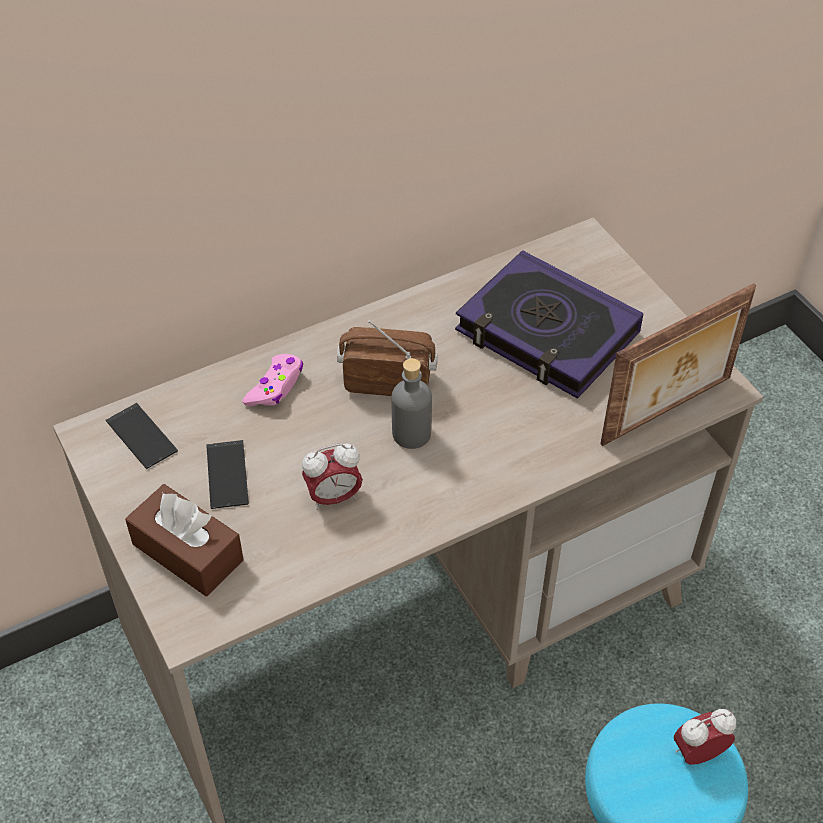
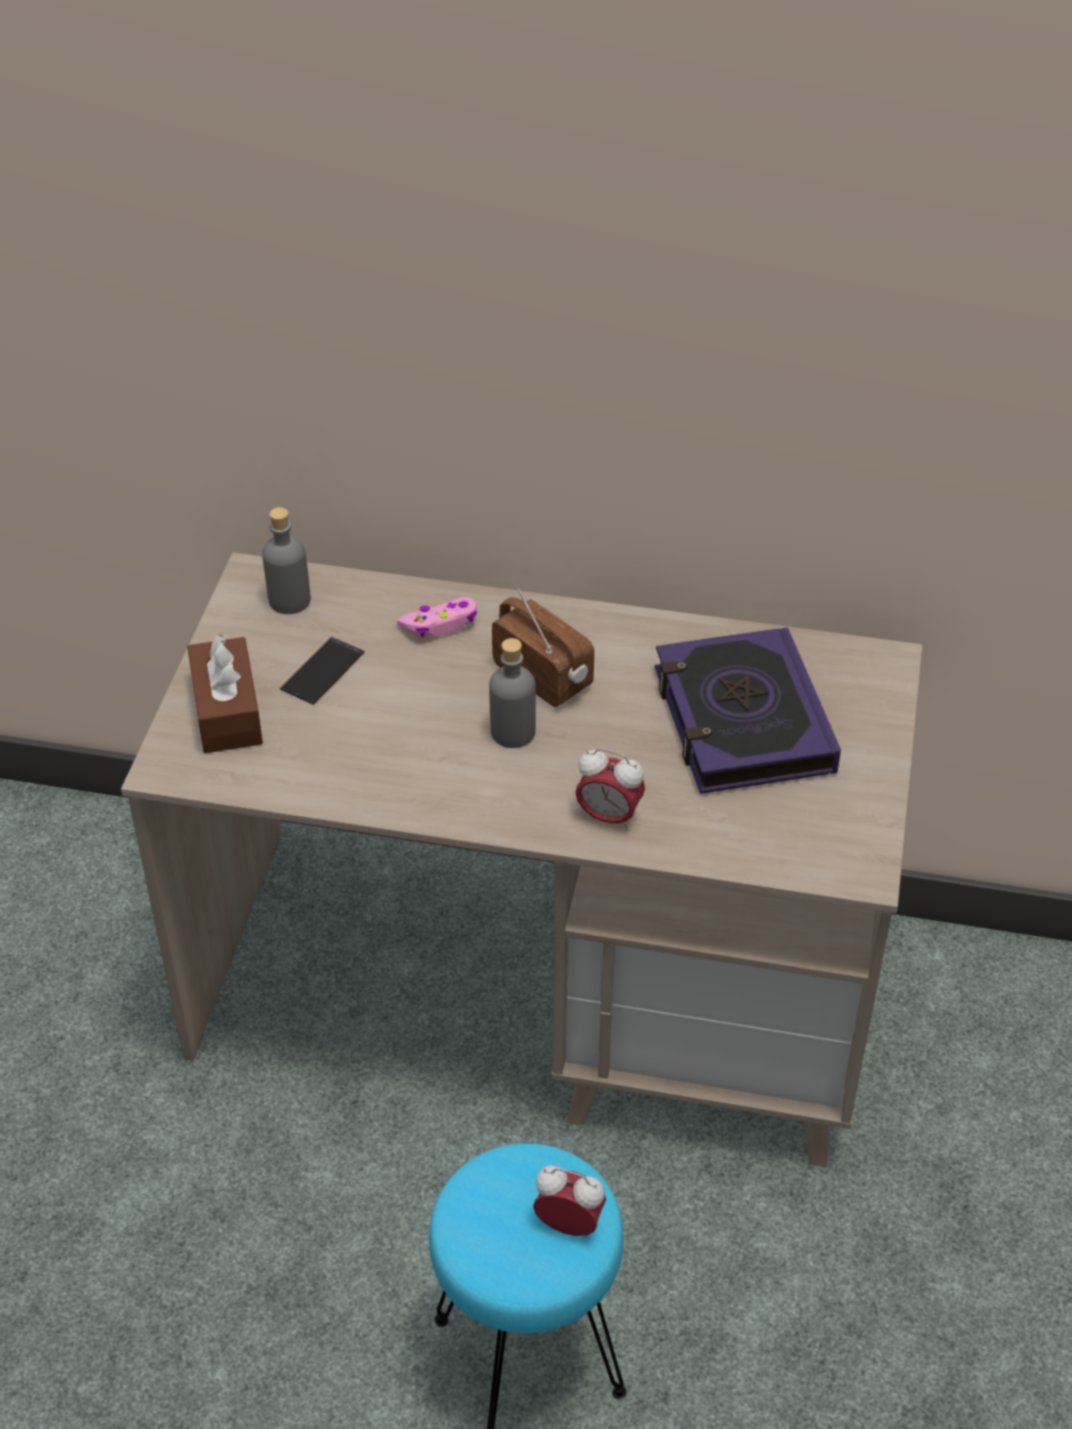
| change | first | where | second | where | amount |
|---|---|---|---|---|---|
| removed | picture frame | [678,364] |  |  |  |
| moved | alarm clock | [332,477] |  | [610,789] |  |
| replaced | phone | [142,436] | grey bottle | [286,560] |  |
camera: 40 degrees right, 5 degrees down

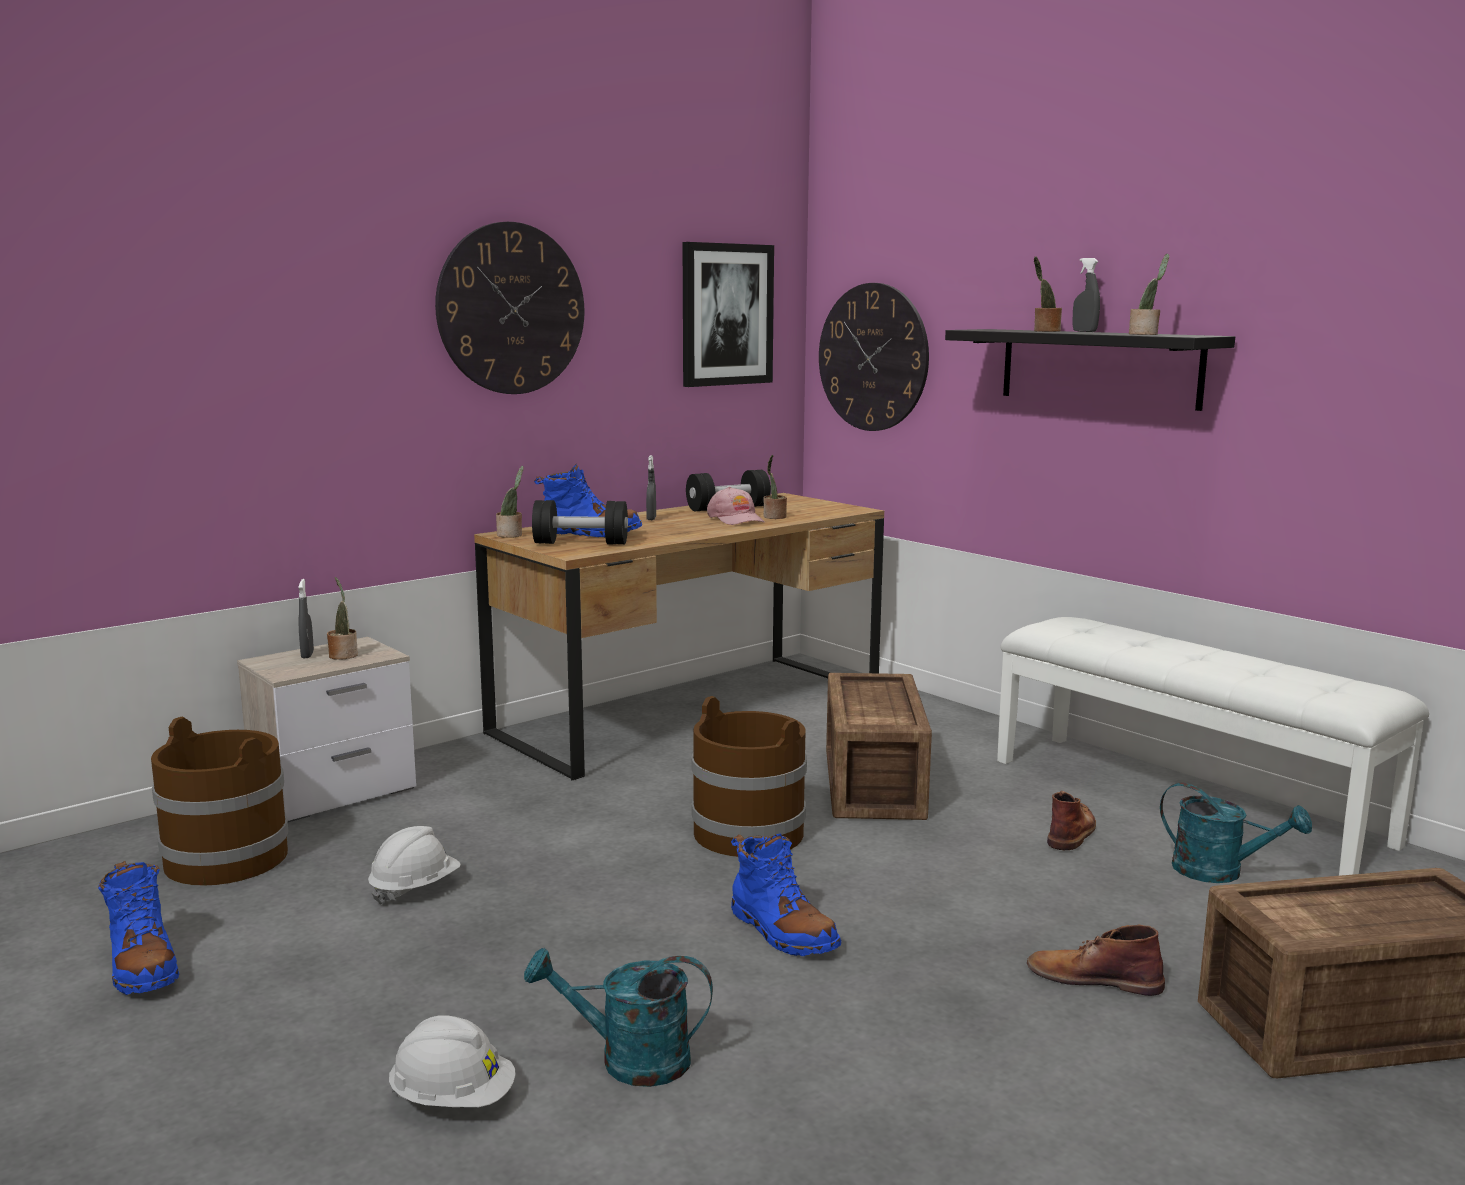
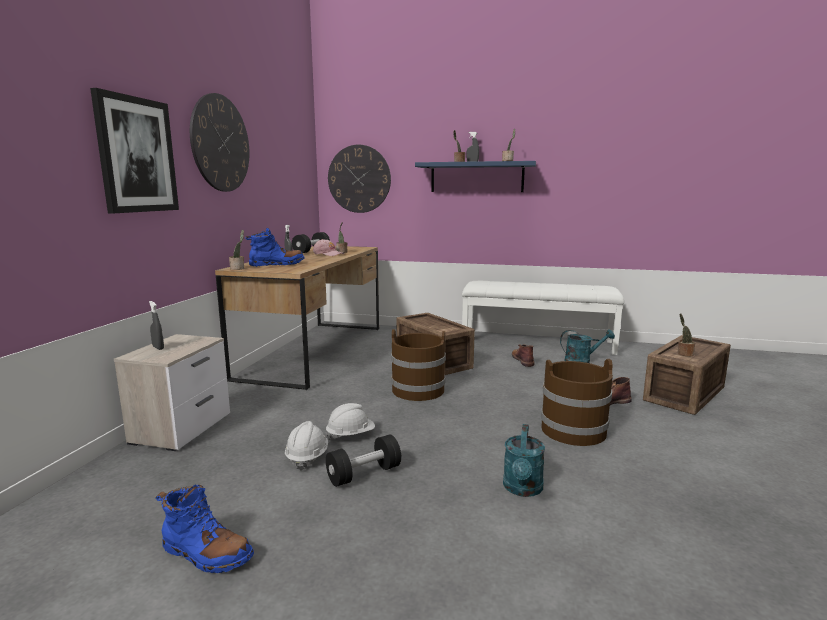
| change | first | where | second | where | amount |
|---|---|---|---|---|---|
| removed | blue boot | [786,894] |  |  |  |
| moved | brown bucket | [219,801] |  | [577,402] |  |
| moved | potted plant | [342,618] |  | [686,335] |  |
| moved | white hard hat | [452,1061] |  | [350,421] |  |
| moved | black dumbbell | [580,522] |  | [363,460] |  |
| moved | picture | [728,314] |  | [134,150] |  |
| recoloured | black shelf | [1090,370] | blue shelf | [475,176] |  |
| turned | turquoise watering can | [618,1017] |  | [524,460] | 45 degrees counterclockwise |
camera: 35 degrees left, 0 degrees up

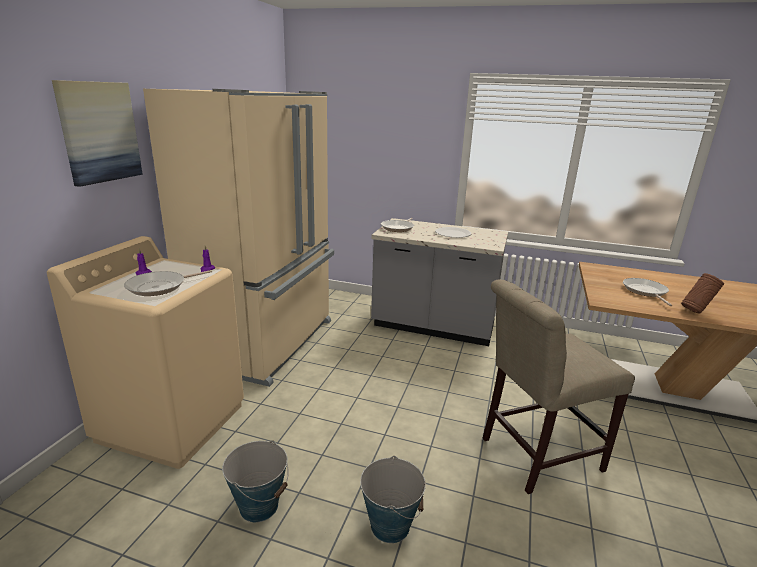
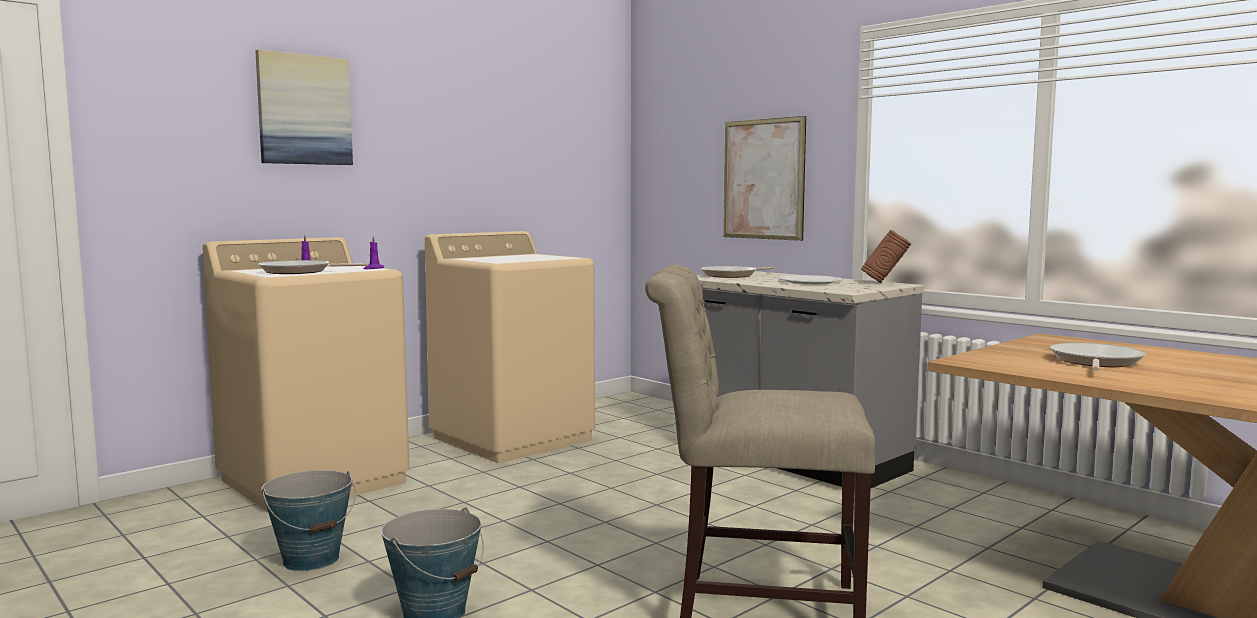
| change | first | where | second | where | amount |
|---|---|---|---|---|---|
| added |  |  | picture | [765,178] |  |
| moved | brown vase | [702,293] |  | [886,256] |  |
| replaced | beige fridge | [238,238] | beige washing machine | [510,347] |  |
camera: 30 degrees right, 15 degrees down

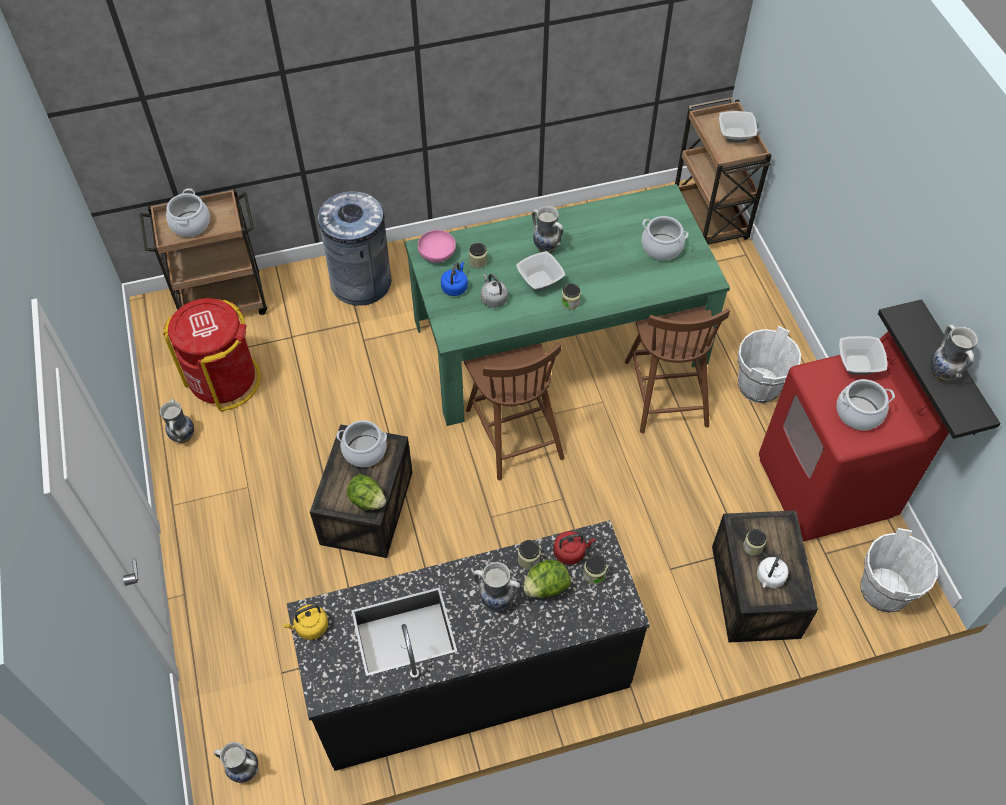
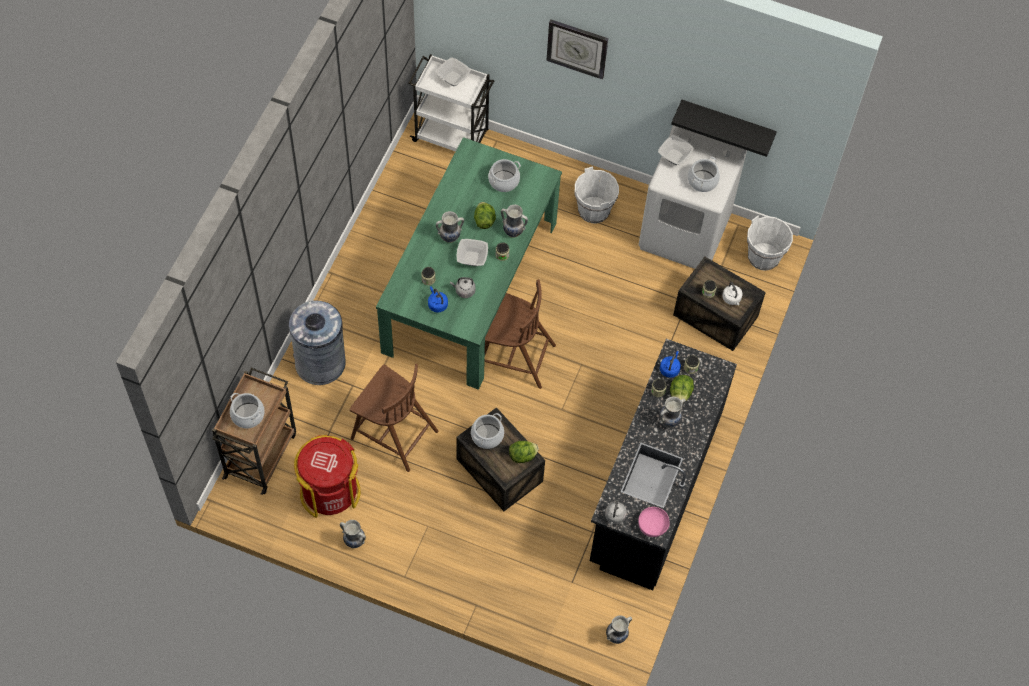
| change | first | where | second | where | amount |
|---|---|---|---|---|---|
| added |  |  | lettuce | [485,215] |  |
| added |  |  | wall clock | [577,49] |  |
| moved | pink bowl | [437,246] |  | [654,522] |  |
| moved | brown chair | [677,369] |  | [394,418] |  |
| moved | vase | [954,353] |  | [514,221] |  |
| recoloured | yellow kettle | [305,622] | grey kettle | [616,512] |  |
| recoloured | red kettle | [574,548] | blue kettle | [670,364] |  |
| recoloured | brown cart | [723,171] | white cart | [451,103] |  |
| recoloured | red washing machine | [854,437] | white washing machine | [693,197] |  |
camera: 55 degrees left, 5 degrees up

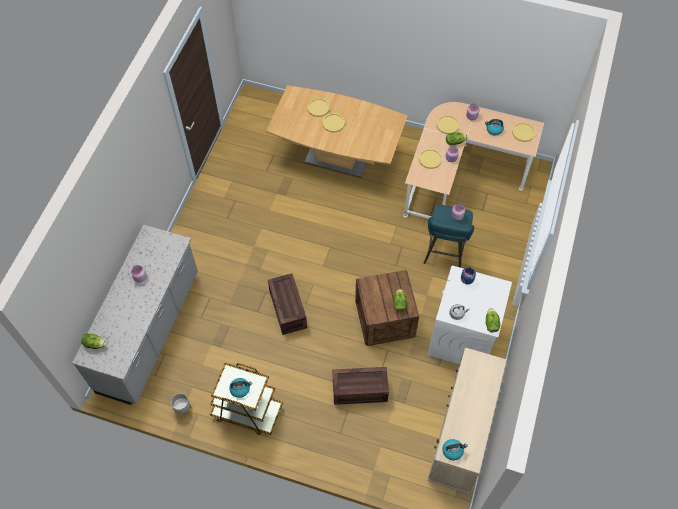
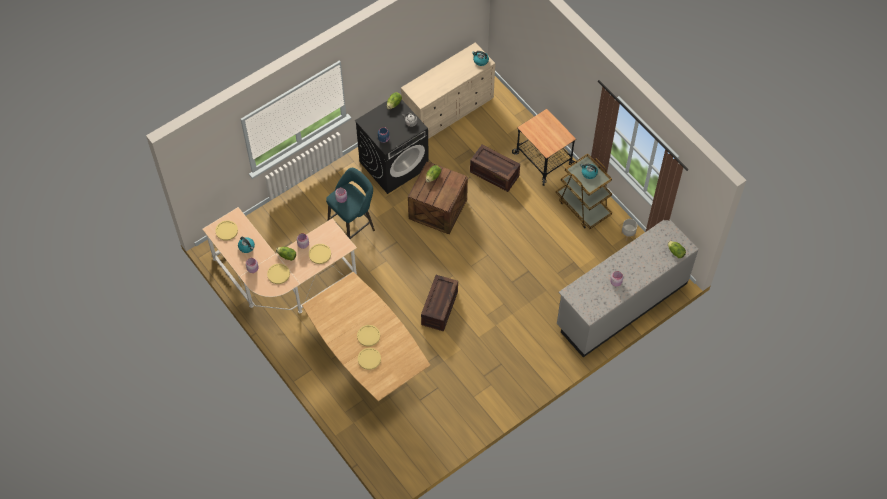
| change | first | where | second | where | amount |
|---|---|---|---|---|---|
| added |  |  | cart | [544,147] |  |
| moved | crate | [287,304] |  | [439,303] |  |
| recoloured | white washing machine | [469,314] | black washing machine | [392,147] |  |
camera: 145 degrees left, 0 degrees up

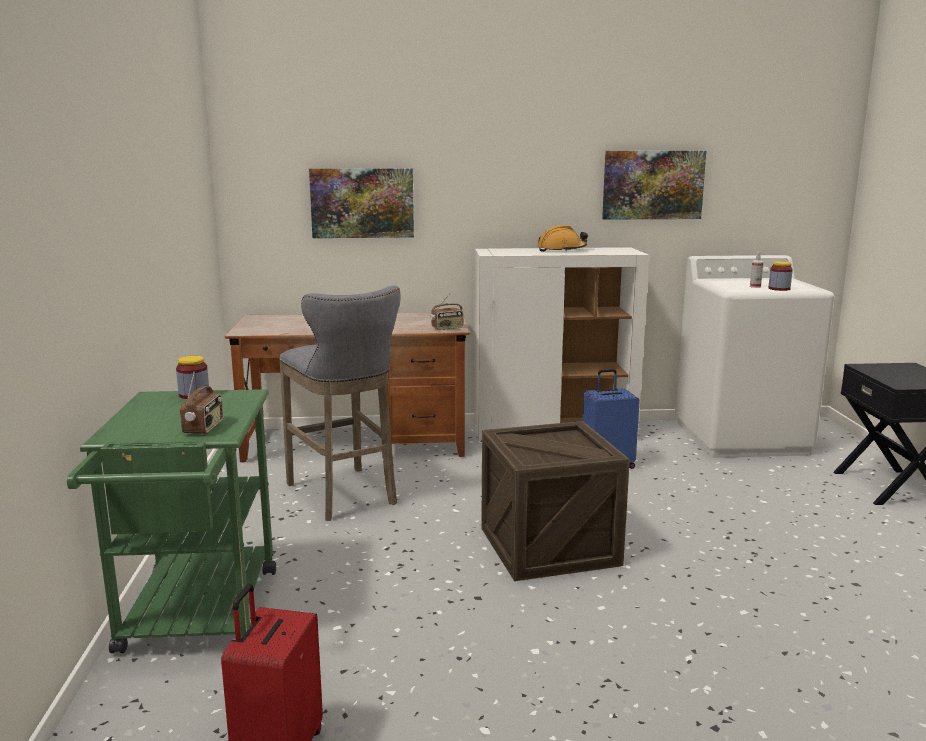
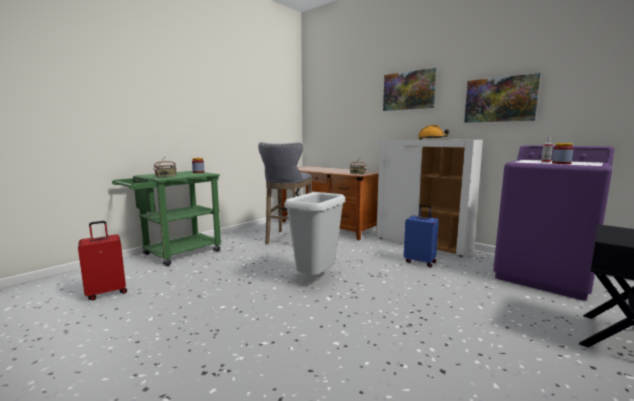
| change | first | where | second | where | amount |
|---|---|---|---|---|---|
| moved | picture | [361,203] |  | [410,89] |  |
| replaced | crate | [555,501] | grey trash can | [314,233] |  |
| recoloured | white washing machine | [755,356] | purple washing machine | [554,223] |  |
camera: 45 degrees right, 5 degrees down

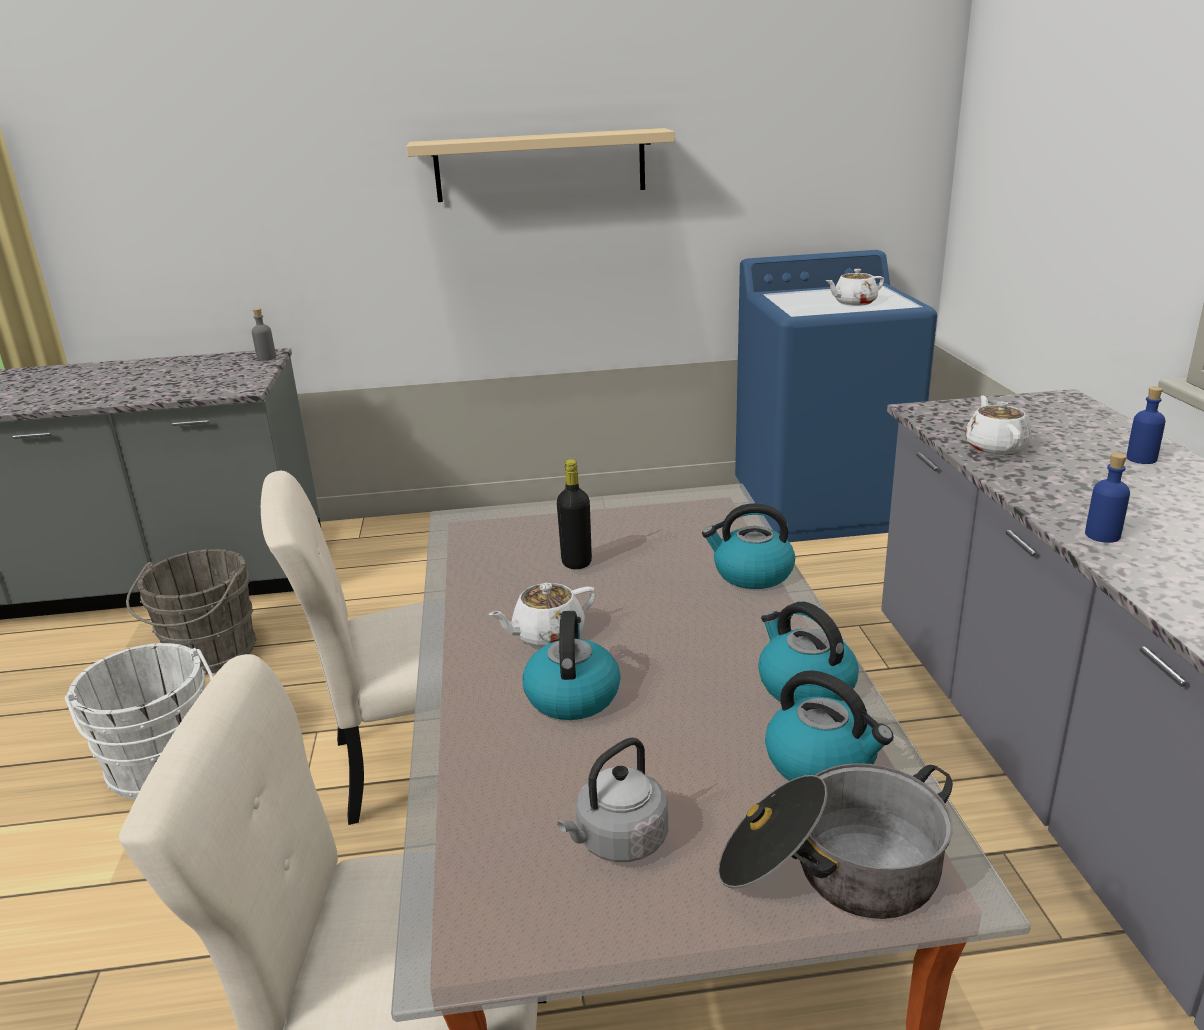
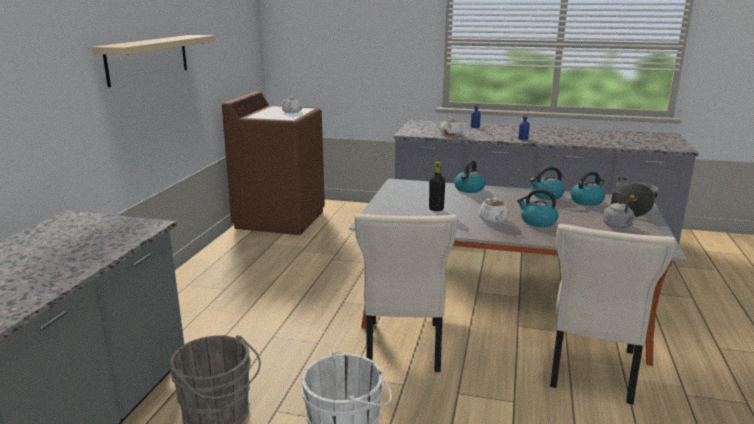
| change | first | where | second | where | amount |
|---|---|---|---|---|---|
| removed | grey bottle | [264,334] |  |  |  |
| recoloured | blue washing machine | [836,396] | brown washing machine | [273,163] |  |
camera: 70 degrees left, 5 degrees down

